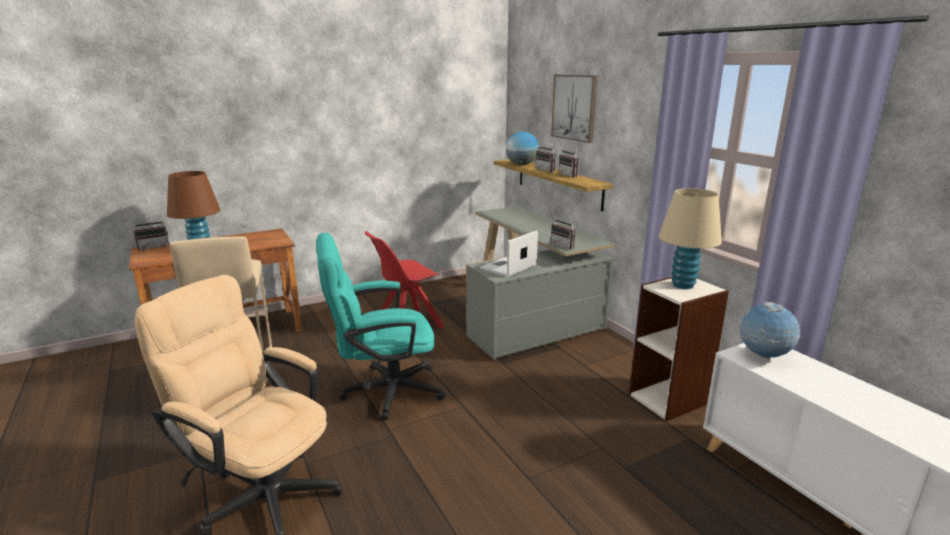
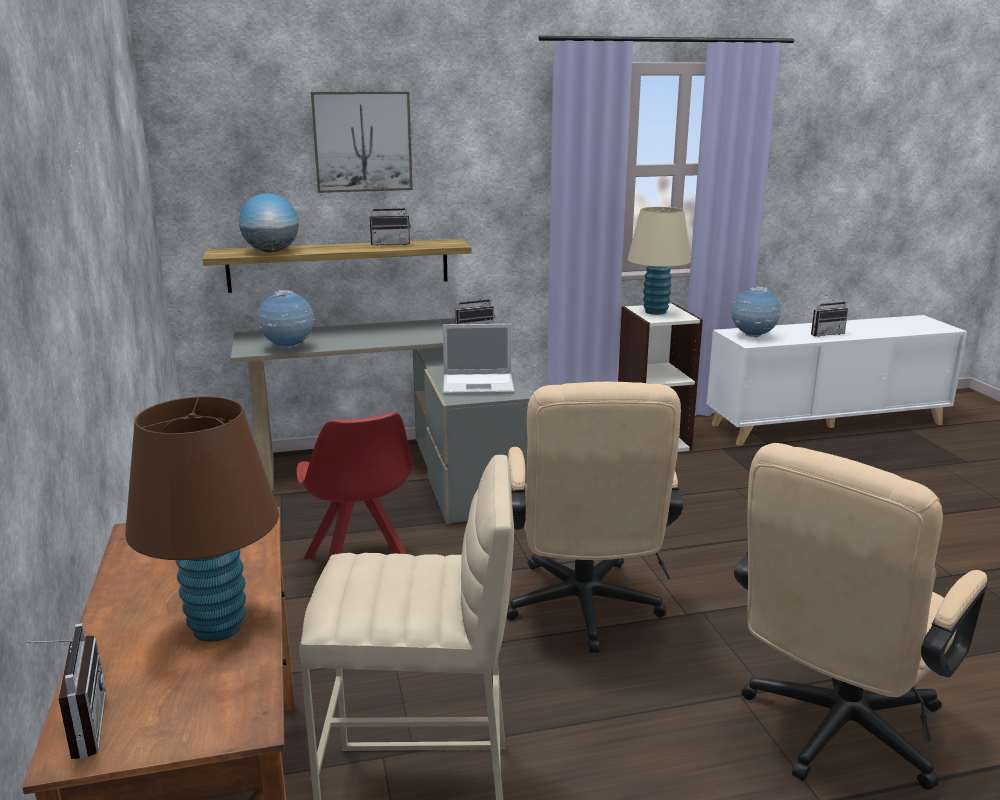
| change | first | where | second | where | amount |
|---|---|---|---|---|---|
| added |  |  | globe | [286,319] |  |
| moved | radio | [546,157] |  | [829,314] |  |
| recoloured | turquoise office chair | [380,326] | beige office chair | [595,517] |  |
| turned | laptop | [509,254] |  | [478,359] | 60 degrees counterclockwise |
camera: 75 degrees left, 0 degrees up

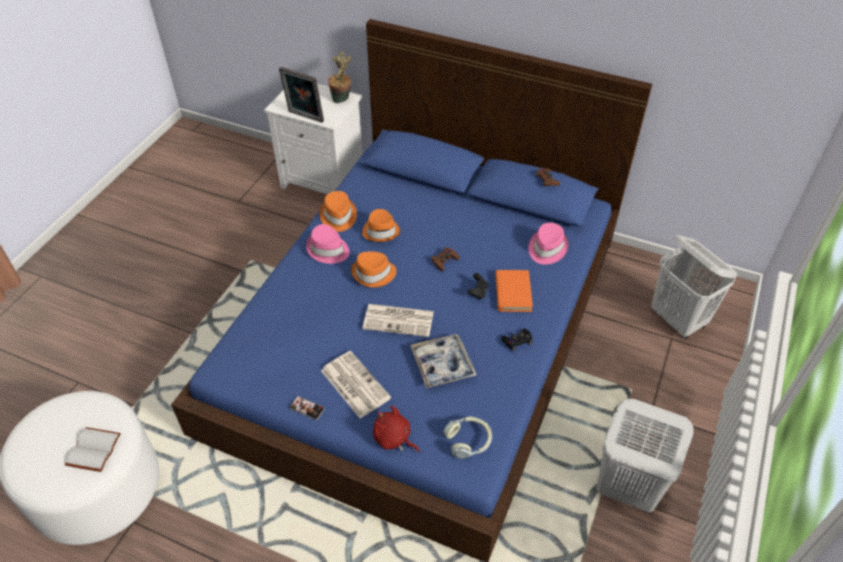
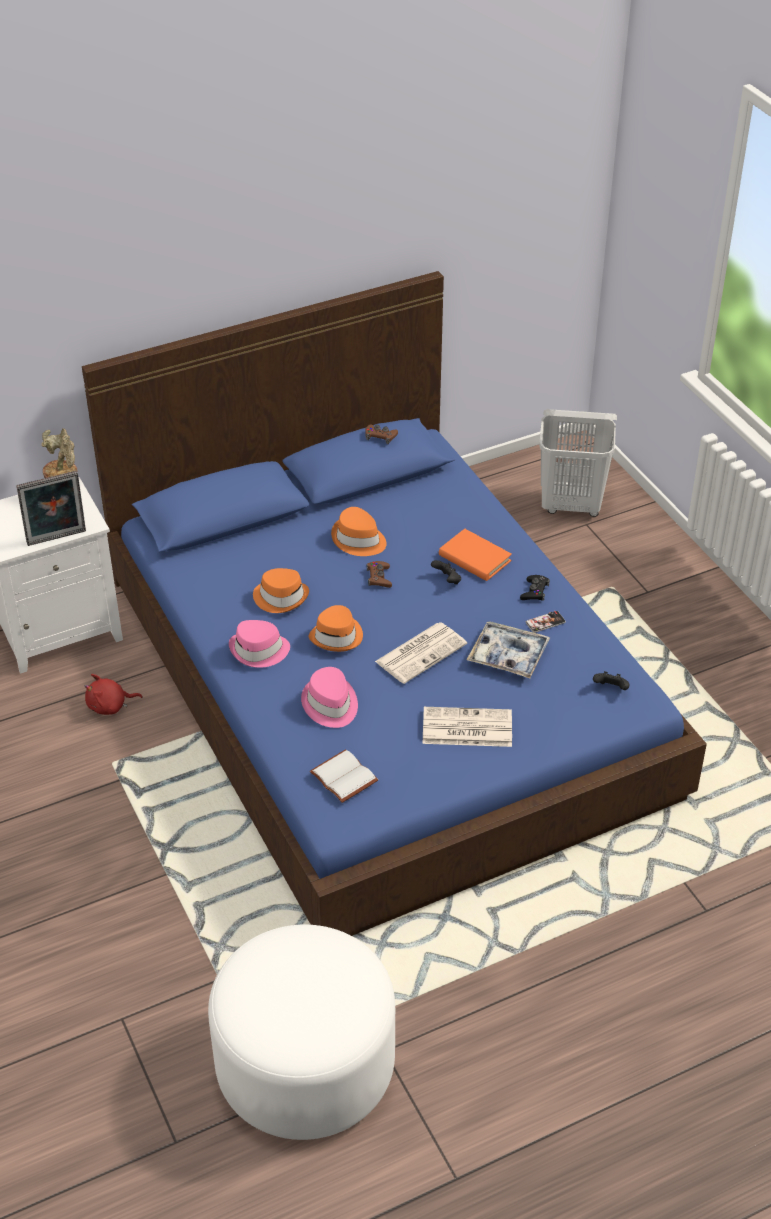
| change | first | where | second | where | amount |
|---|---|---|---|---|---|
| removed | white laundry basket | [645,456] |  |  |  |
| moved | white book | [93,449] |  | [344,776] |  |
| moved | phone | [307,408] |  | [546,622] |  |
| moved | orange hat | [338,211] |  | [359,531] |  |
| moved | red plush toy | [396,429] |  | [113,694] |  |
| moved | pink hat | [548,243] |  | [329,697] |  |
| replaced | headphones | [468,438] | black game controller | [611,680] |  |
camera: 50 degrees left, 5 degrees down

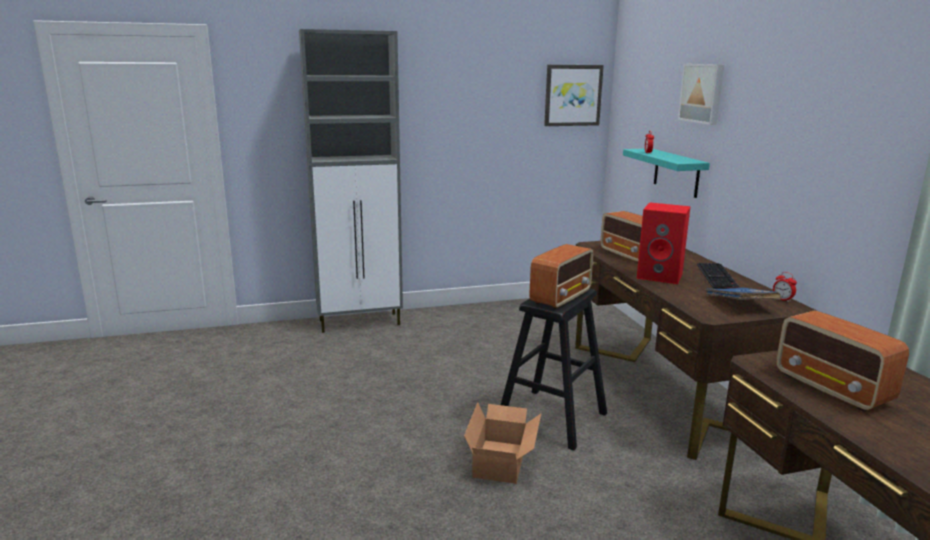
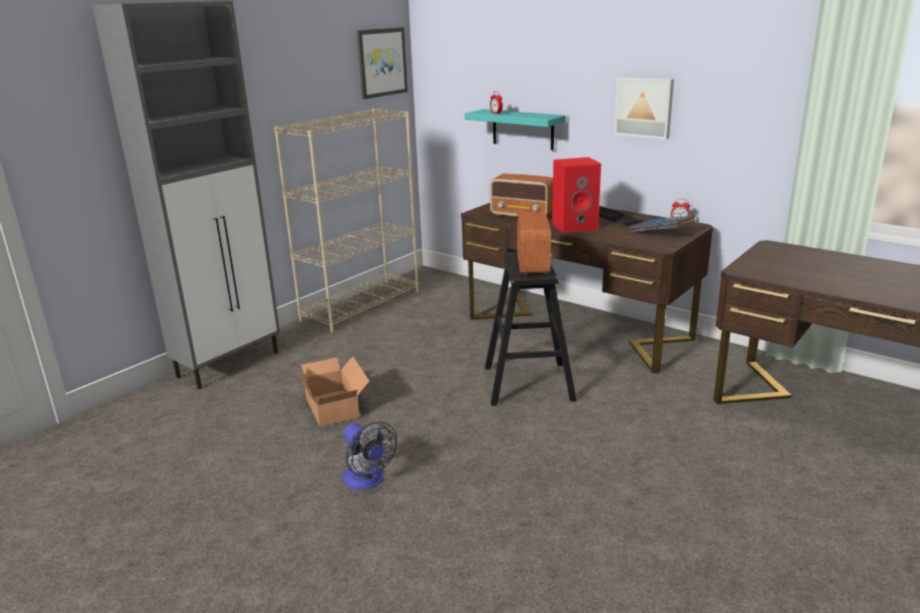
| change | first | where | second | where | amount |
|---|---|---|---|---|---|
| removed | radio | [842,361] |  |  |  |
| added |  |  | beige bookcase | [346,221] |  |
| added |  |  | fan | [370,456] |  |
| moved | cardboard box | [502,443] |  | [331,391] |  |
| moved | picture | [701,94] |  | [644,108] |  |
camera: 35 degrees left, 5 degrees up

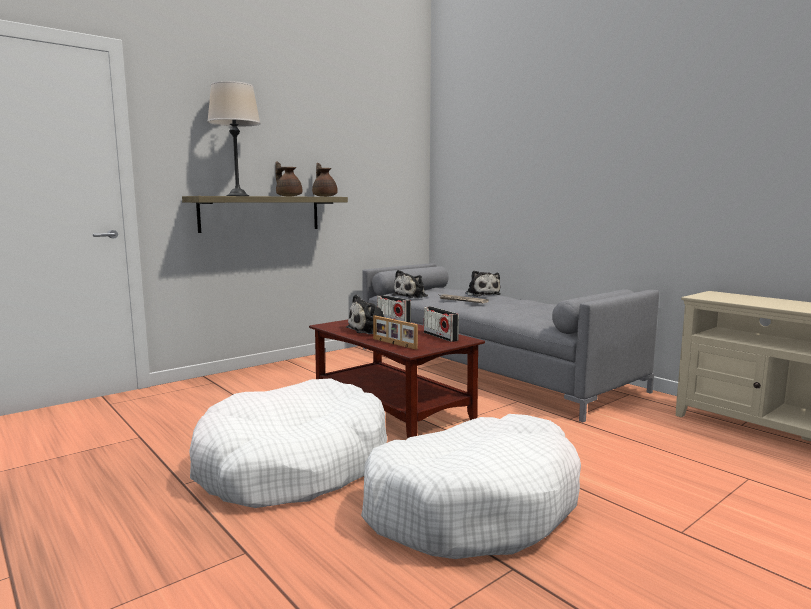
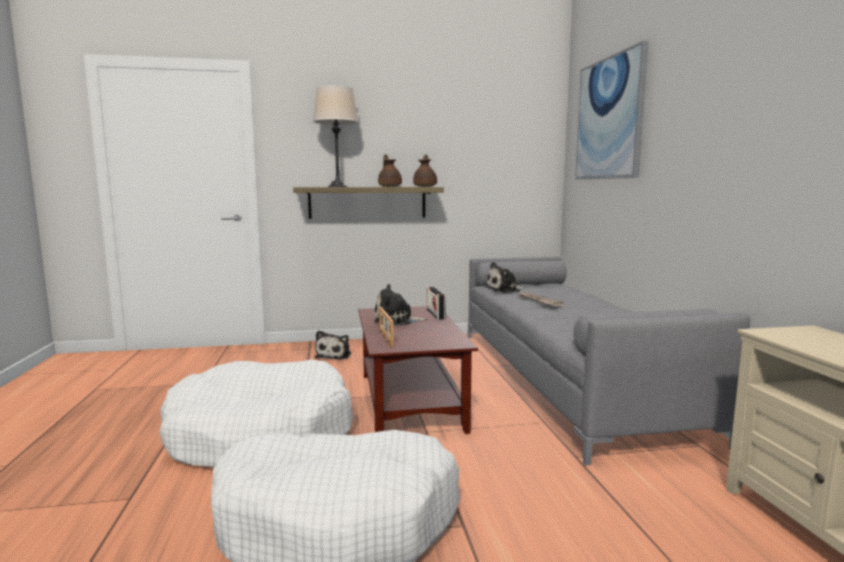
| change | first | where | second | where | amount |
|---|---|---|---|---|---|
| removed | radio | [441,324] |  |  |  |
| added |  |  | picture | [612,110] |  |
| moved | plush toy | [482,283] |  | [333,345] |  |
camera: 30 degrees right, 0 degrees up

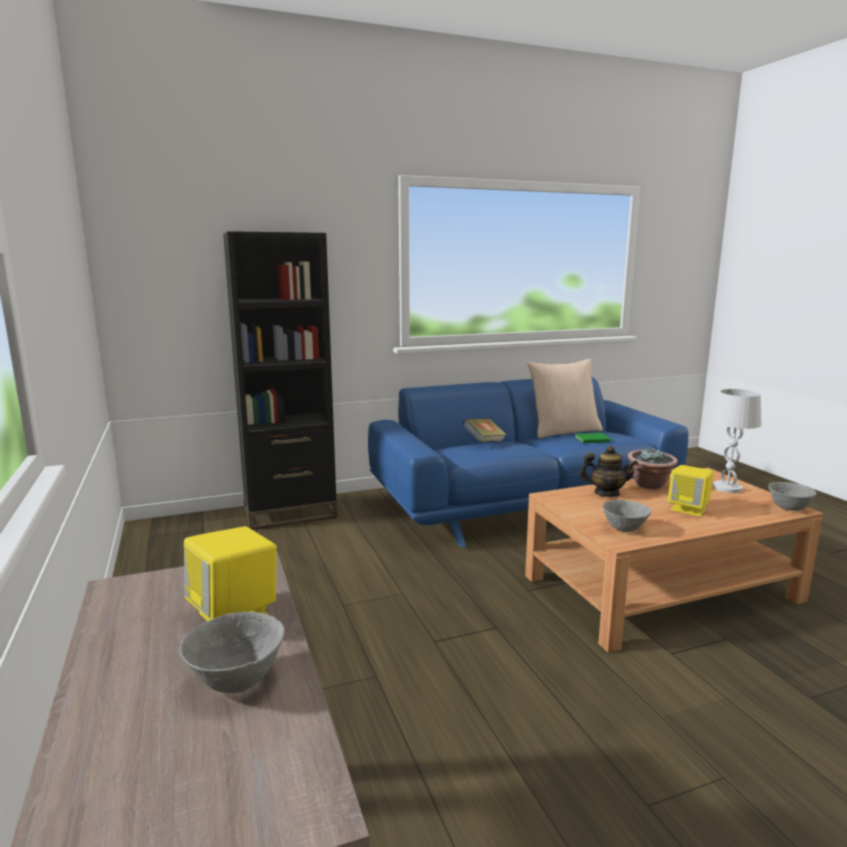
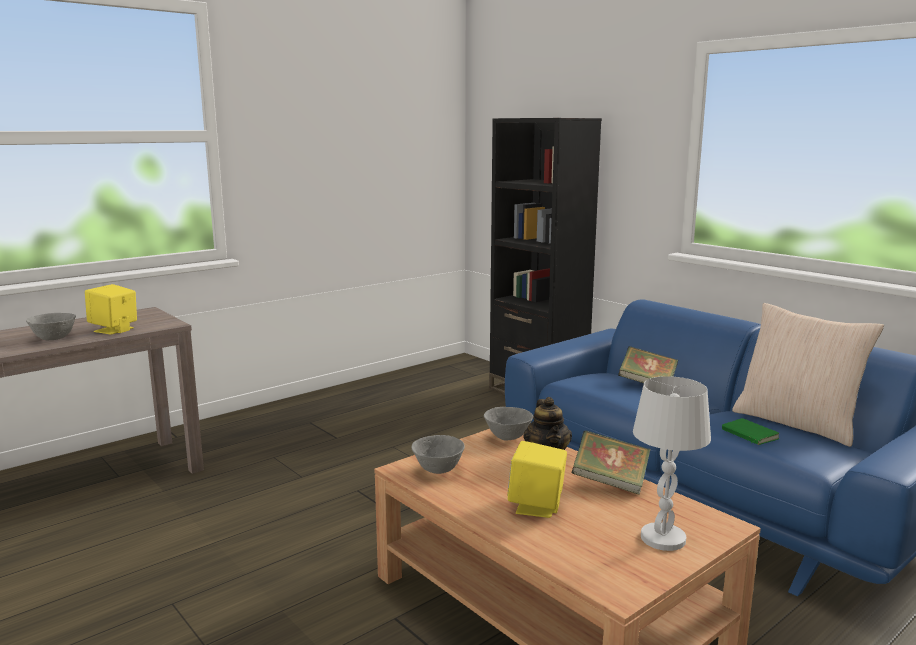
| change | first | where | second | where | amount |
|---|---|---|---|---|---|
| moved | grey bowl | [792,496] |  | [508,424] |  |
| replaced | potted plant | [653,468] | book | [611,462] |  |
camera: 70 degrees right, 0 degrees up

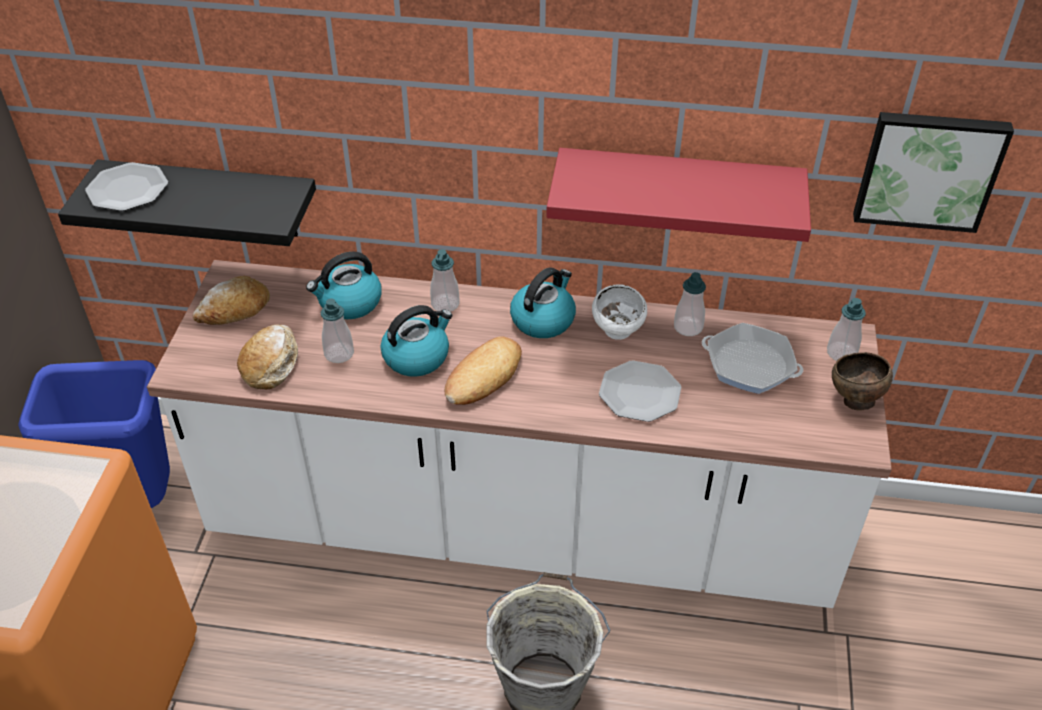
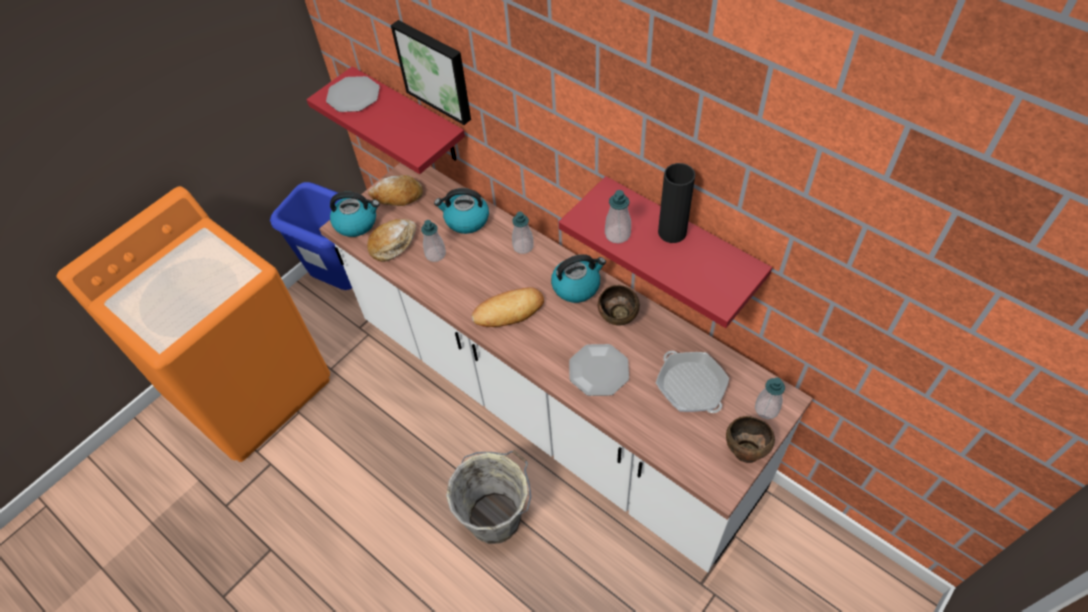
| change | first | where | second | where | amount |
|---|---|---|---|---|---|
| added |  |  | black vase | [676,203] |  |
| moved | kettle | [416,341] |  | [355,214] |  |
| moved | soap dispenser | [690,304] |  | [618,216] |  |
| moved | picture | [933,172] |  | [431,72] |  |
| recoloured | black shelf | [187,202] | red shelf | [385,120] |  |
| recoloured | white bowl | [619,312] | brown bowl | [619,305] |  |
camera: 35 degrees right, 10 degrees up

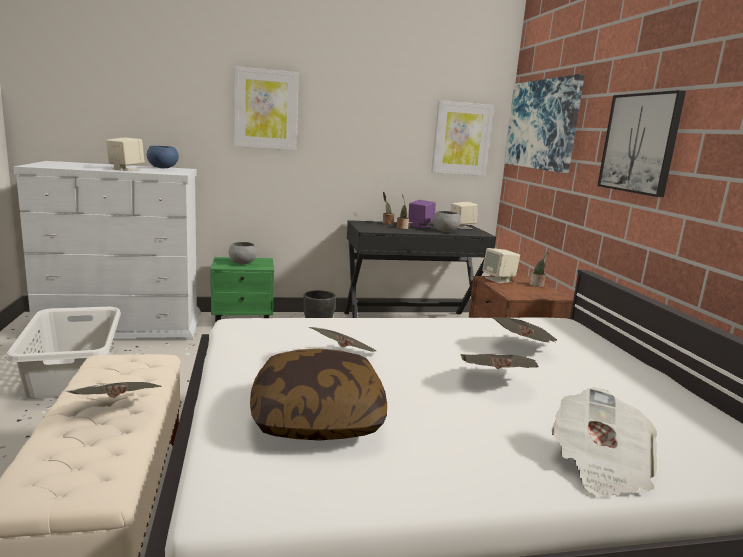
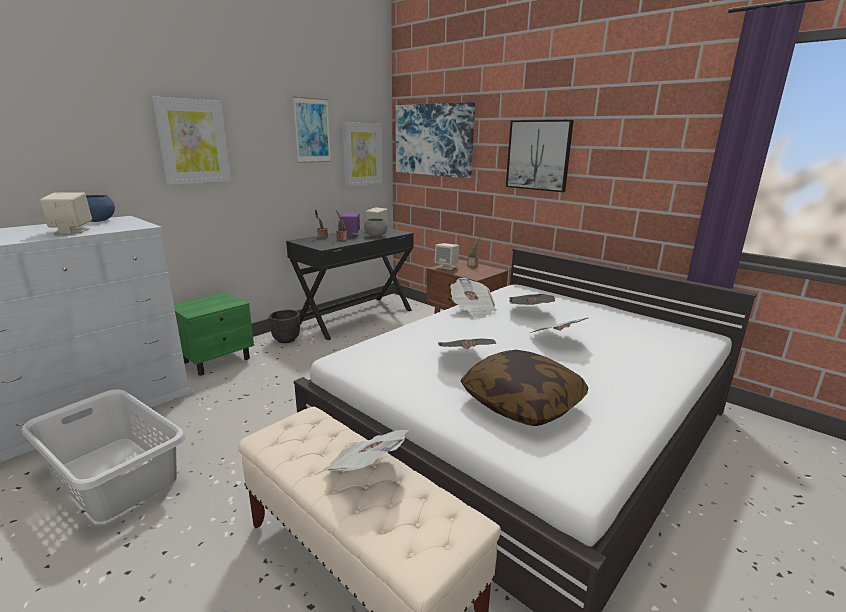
| change | first | where | second | where | amount |
|---|---|---|---|---|---|
| removed | grey bowl | [243,253] |  |  |  |
| added |  |  | picture | [312,129] |  |
| moved | newspaper | [604,442] |  | [473,298] |  |
camera: 35 degrees left, 5 degrees up

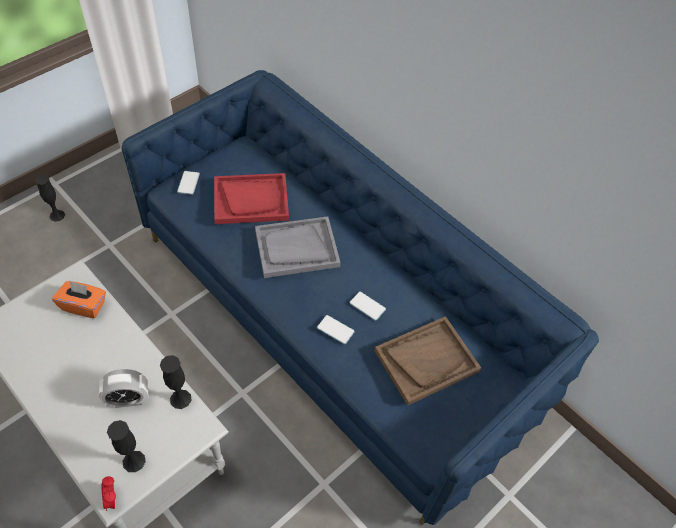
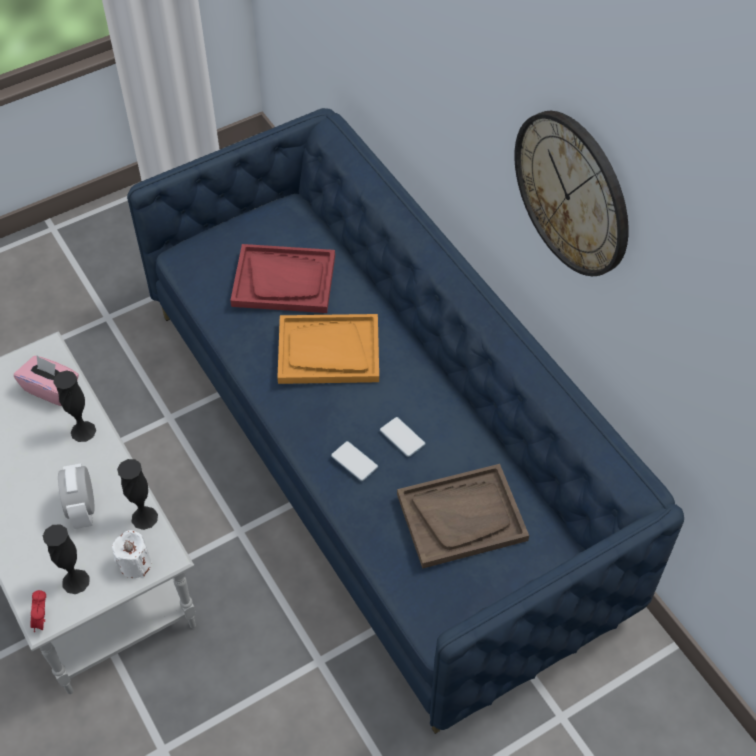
| change | first | where | second | where | amount |
|---|---|---|---|---|---|
| removed | phone | [188,183] |  |  |  |
| added |  |  | white candle | [131,554] |  |
| added |  |  | wall clock | [571,193] |  |
| moved | black vase | [50,198] |  | [75,406] |  |
| recoloured | orange tissue box | [79,300] | pink tissue box | [46,381] |  |
| recoloured | grey tray | [298,247] | orange tray | [328,349] |  |
| turned | alarm clock | [124,388] |  | [76,496] | 75 degrees clockwise |
camera: 15 degrees right, 0 degrees up

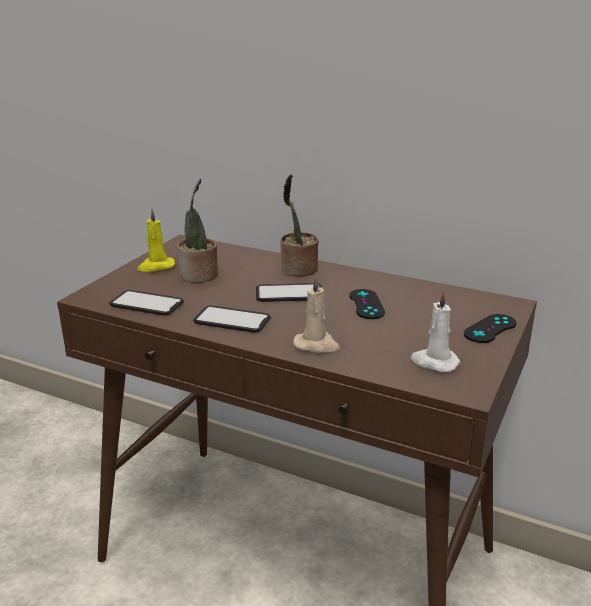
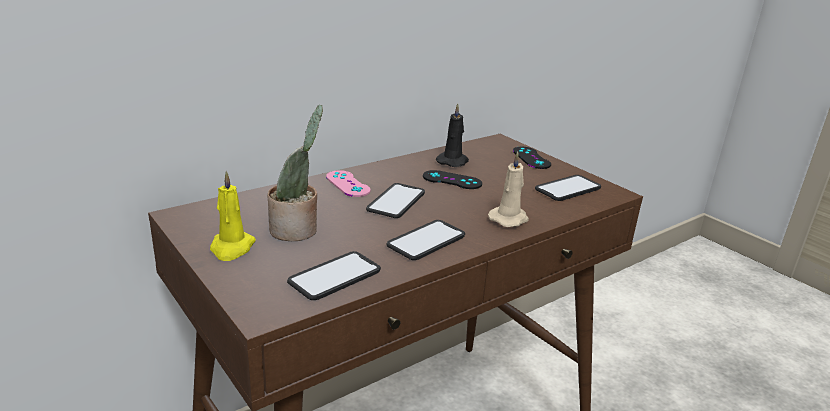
| change | first | where | second | where | amount |
|---|---|---|---|---|---|
| added |  |  | black candle | [452,135] |  |
| replaced | potted plant | [299,225] | pink game controller | [348,183] |  |
| replaced | white candle | [435,331] | phone | [568,188] |  |
camera: 65 degrees left, 0 degrees up

